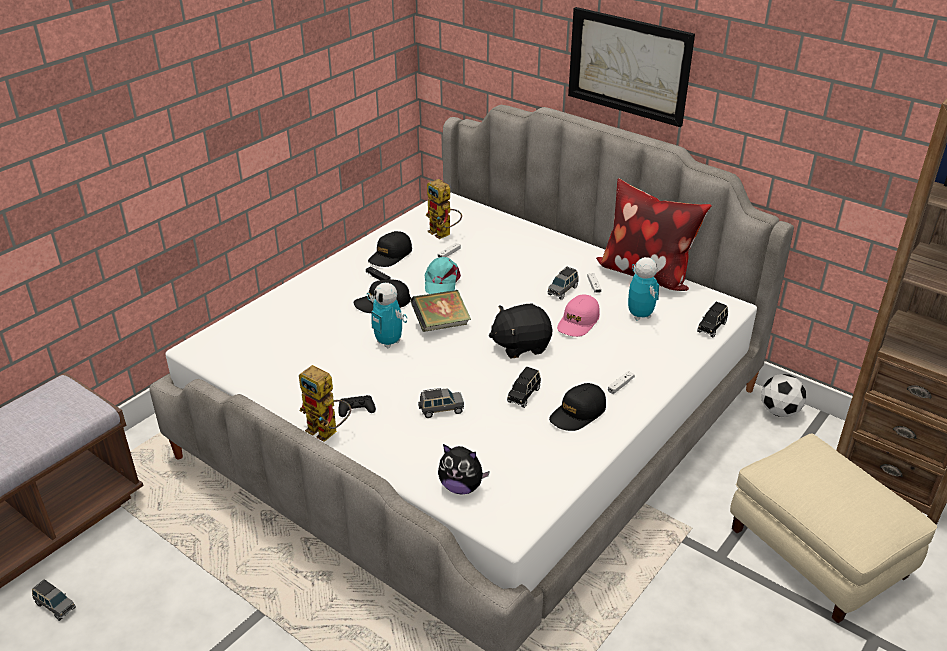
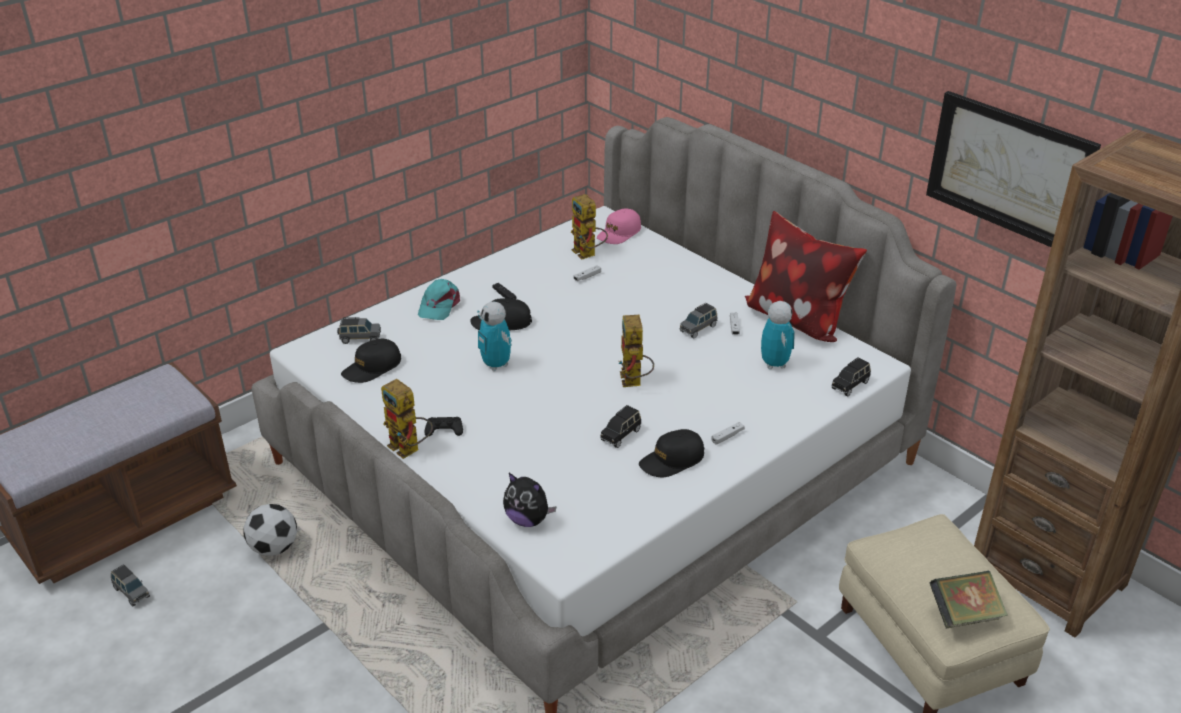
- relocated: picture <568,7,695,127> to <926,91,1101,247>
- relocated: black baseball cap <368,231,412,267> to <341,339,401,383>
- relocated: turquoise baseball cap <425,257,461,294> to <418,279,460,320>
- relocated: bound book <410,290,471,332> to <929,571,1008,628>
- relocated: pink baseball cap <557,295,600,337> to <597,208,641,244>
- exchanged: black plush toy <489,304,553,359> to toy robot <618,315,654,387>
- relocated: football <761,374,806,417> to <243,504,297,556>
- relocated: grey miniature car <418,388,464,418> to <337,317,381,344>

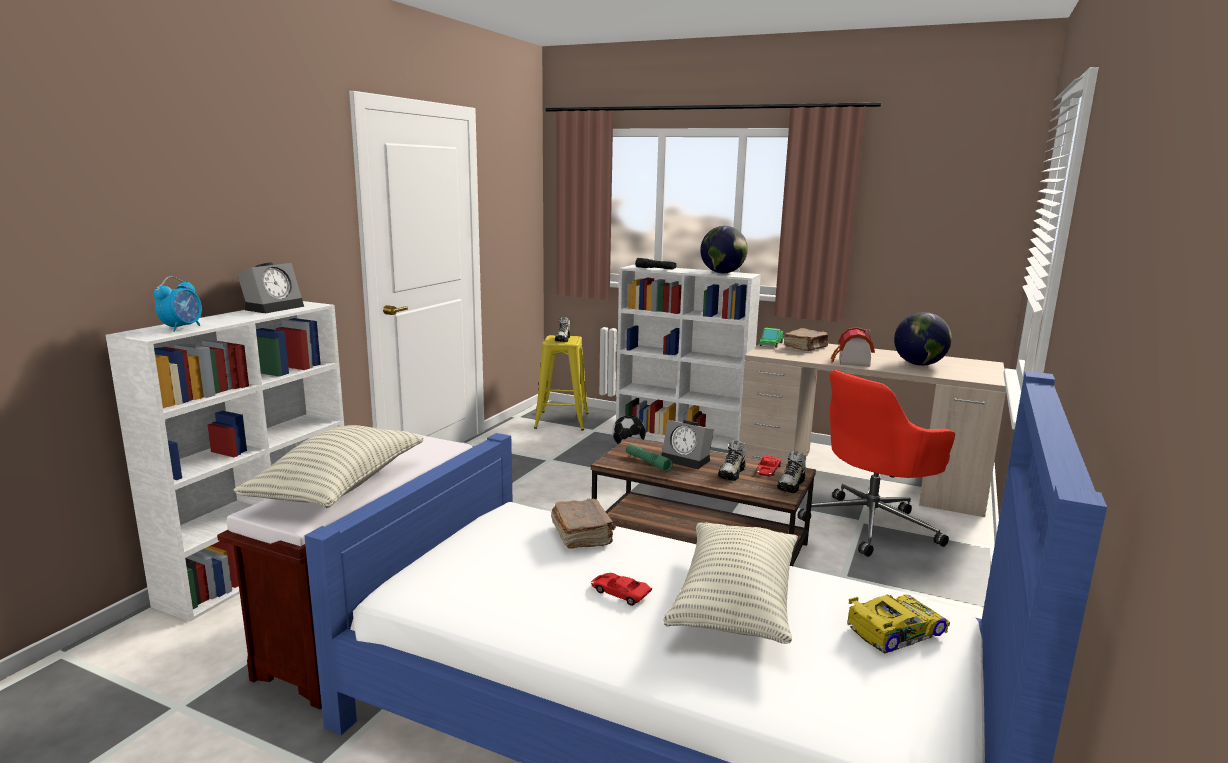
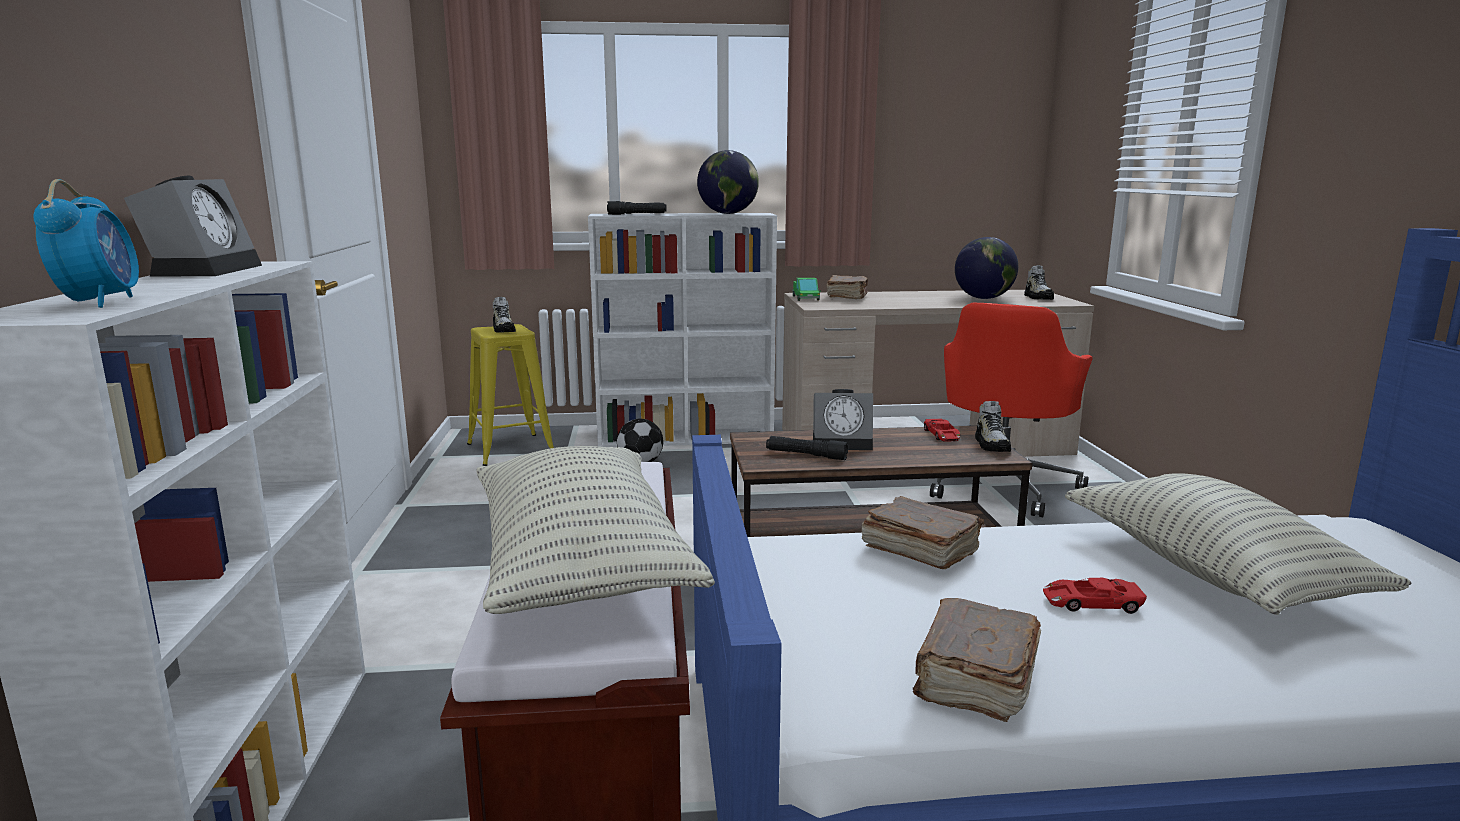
- missing: model house <831,327,875,367>
- relocated: low shoe <718,440,746,481> to <1024,265,1054,300>
- colour: greenish hand torch <626,444,673,472> to black hand torch <766,436,848,460>
- missing: miniature car <847,595,950,653>
- appeared: brown bound book <913,598,1041,722>

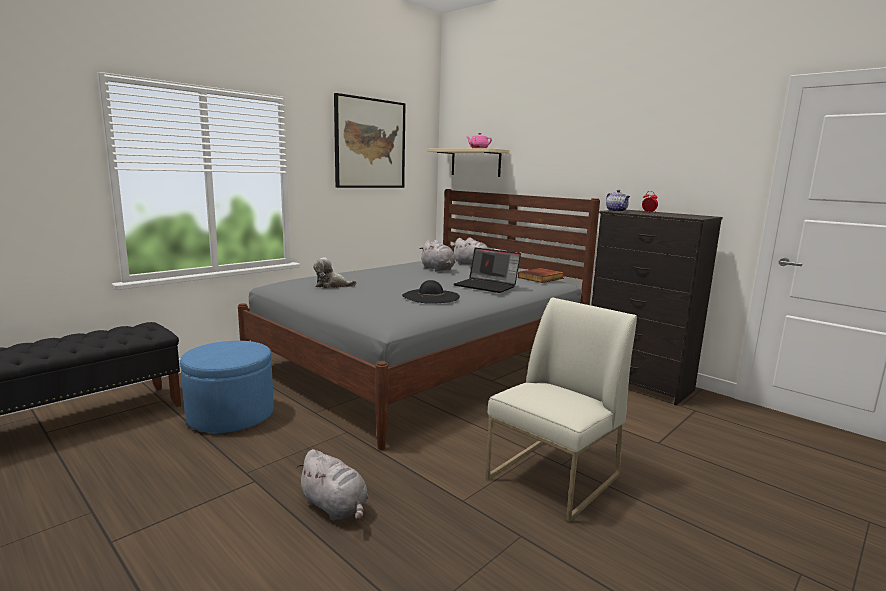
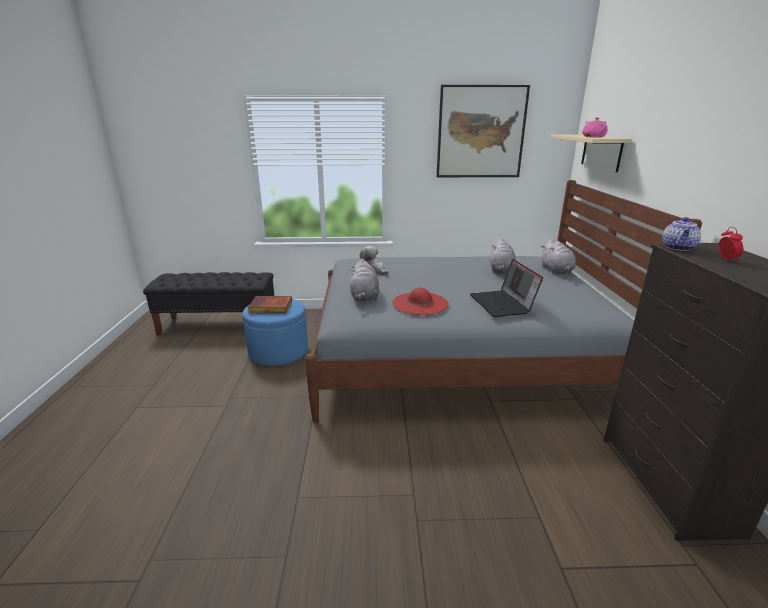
- relocated: bound book <518,268,564,283> to <248,296,292,313>
- colour: black clothing hat <402,280,460,304> to red-coloured clothing hat <392,288,449,315>
- missing: white-coloured chair <486,298,637,522>
- relocated: grey plush toy <296,449,369,521> to <350,259,379,301>

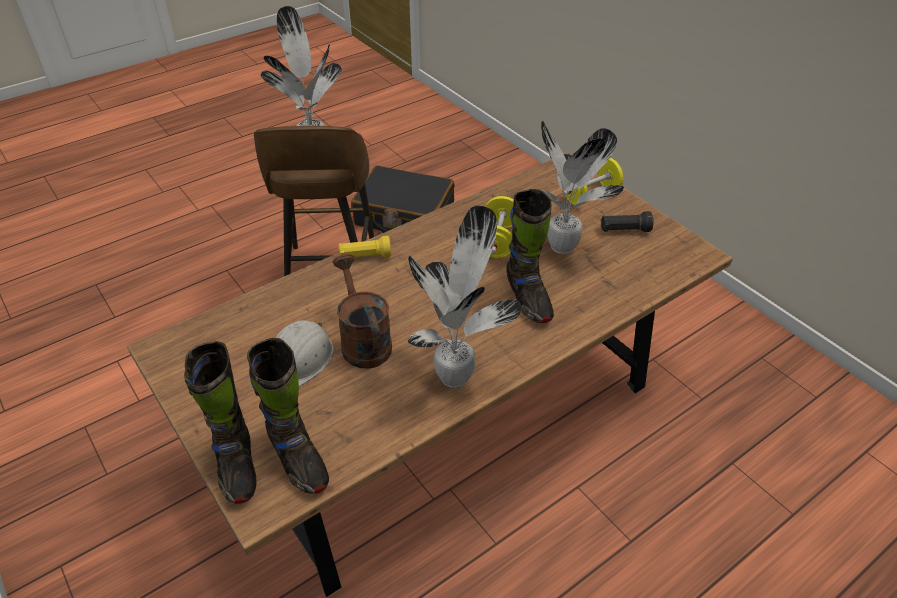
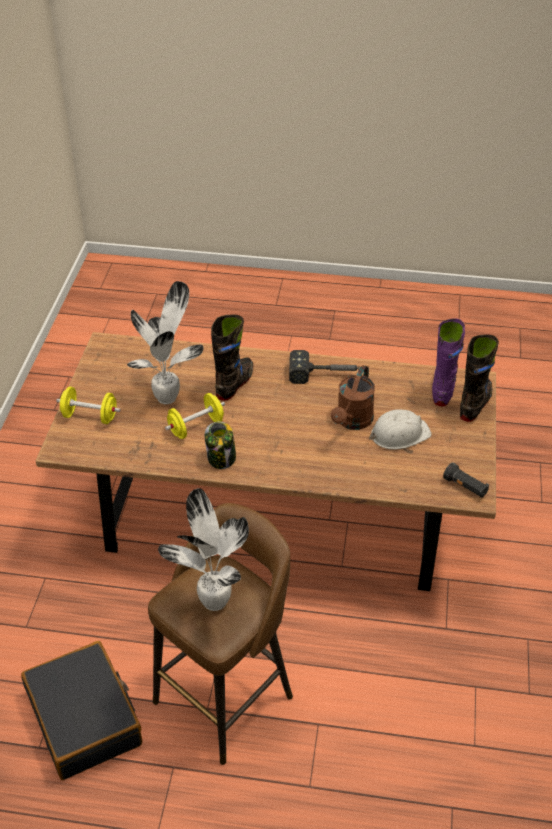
- exchanged: houseplant <408,206,521,388> to hand hammer <289,350,359,384>
- relocated: black hand torch <601,211,654,232> to <443,463,489,498>
- missing: yellow hand torch <339,236,391,257>
- colour: black tall boot <247,338,329,494> to purplish tall boot <432,318,465,407>
- appeared: jar <205,421,236,469>

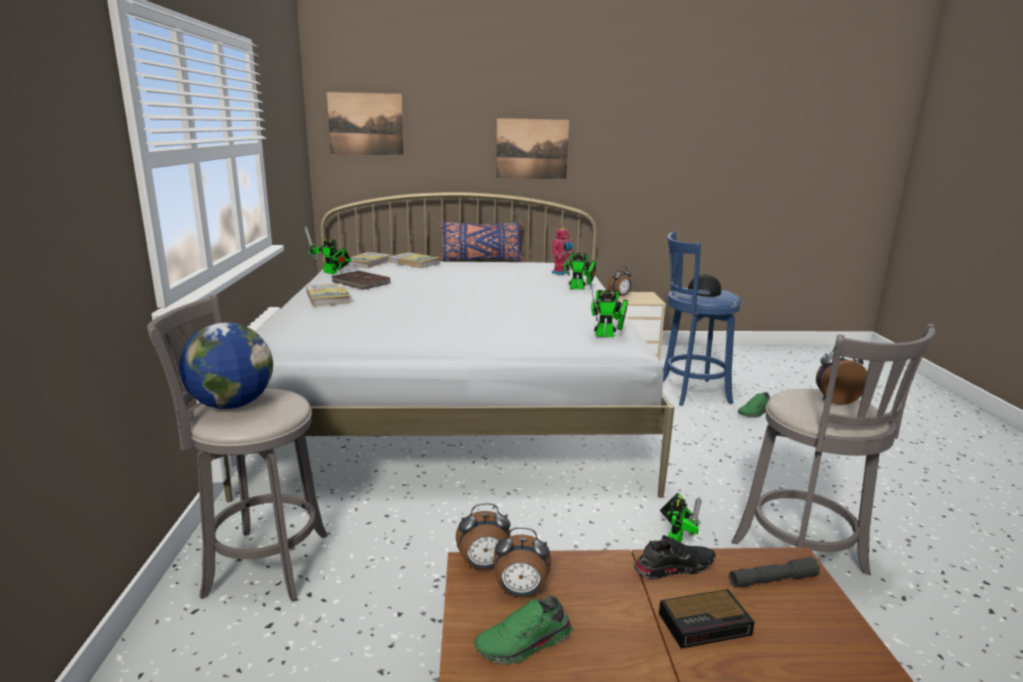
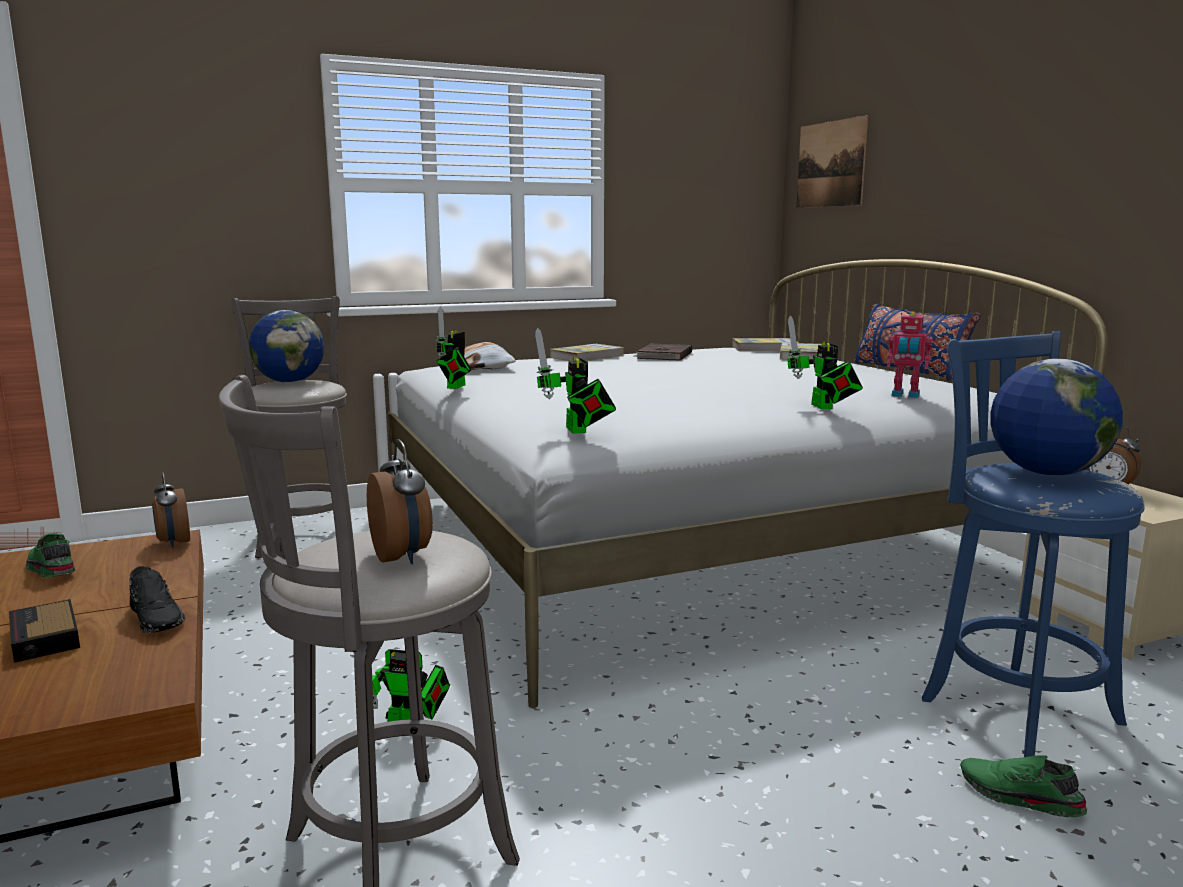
- missing: picture <496,118,569,179>
- relocated: toy robot <305,226,351,274> to <436,307,472,389>
- exchanged: black baseball cap <688,274,721,297> to globe <990,359,1123,476>
- missing: alarm clock <493,527,551,597>
- missing: grey hand torch <729,557,820,588>
- appeared: throw pillow <464,342,516,370>

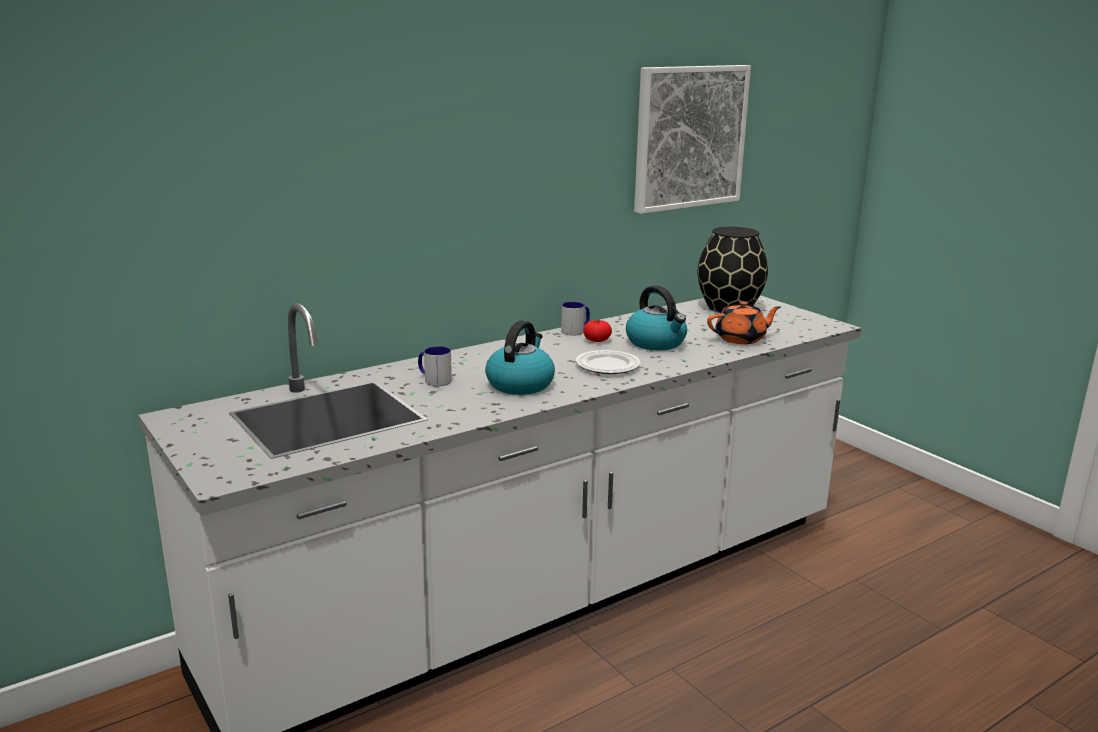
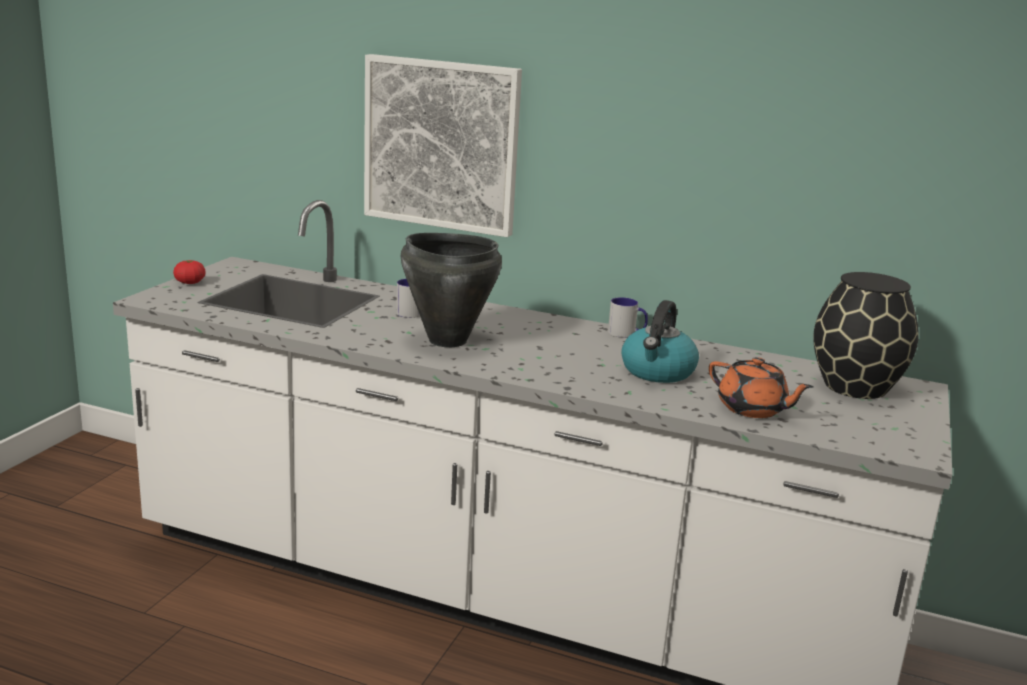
- relocated: picture <634,65,751,214> to <364,54,522,237>
- exchanged: water kettle <485,320,555,395> to black saucepot <401,233,502,347>
- relocated: whole tomato <584,320,612,342> to <173,260,206,284>
- missing: flat dish <576,350,641,374>

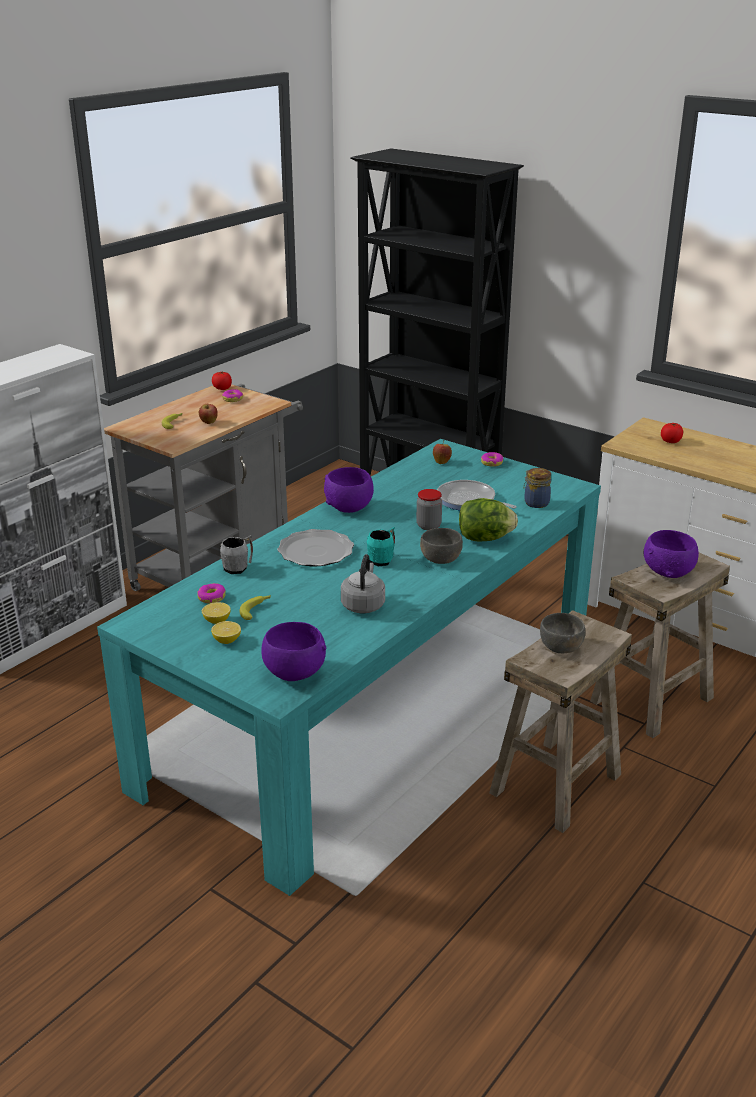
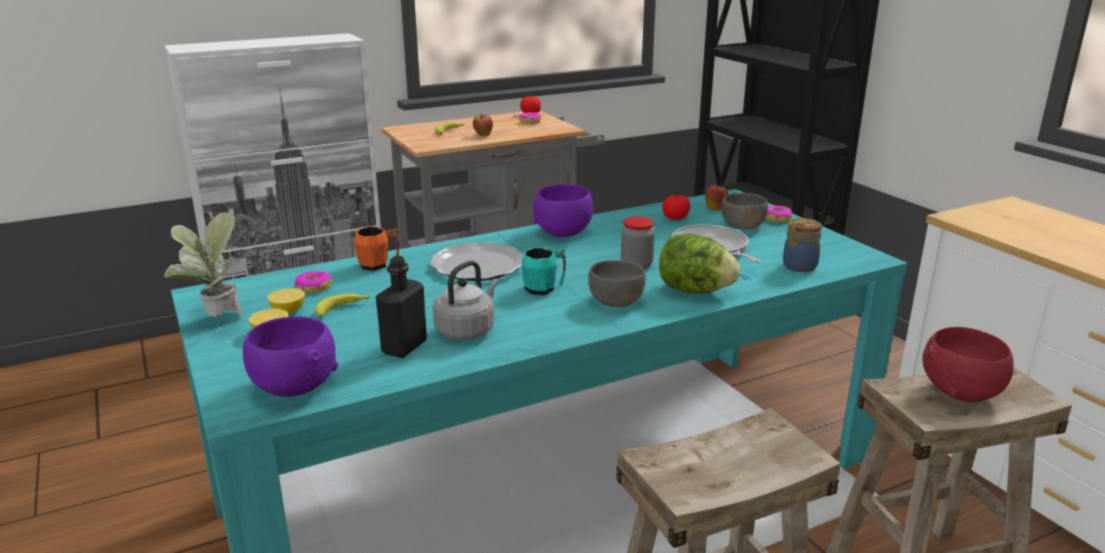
- relocated: whole tomato <661,423,683,443> to <662,195,690,220>
- colour: purplish deep dish <643,530,699,578> to red-coloured deep dish <923,327,1014,402>
- colour: grey coffee mug <220,535,253,574> to orange-coloured coffee mug <354,226,399,271>
- relocated: grey deep dish <540,613,585,653> to <721,193,768,229>
- appeared: houseplant <164,212,242,317>
- appeared: black drink bottle <376,256,427,358>

